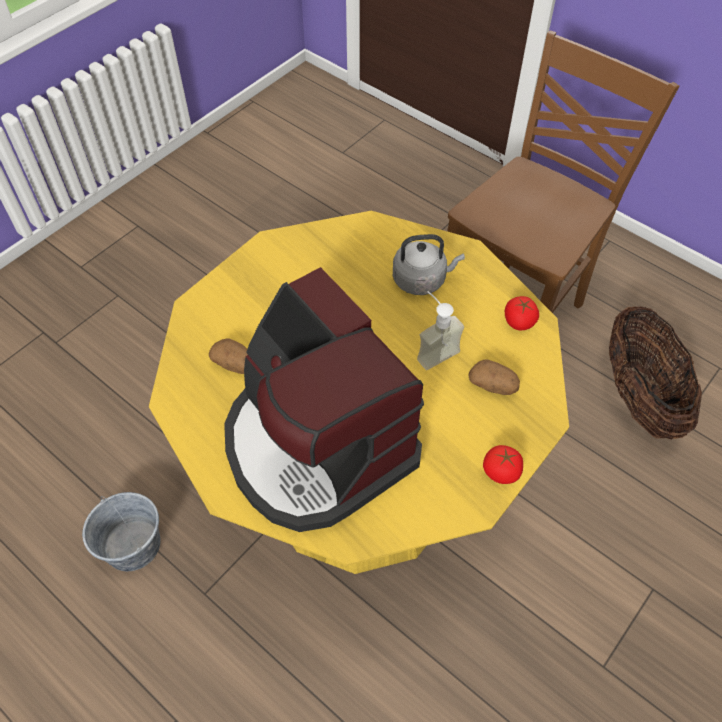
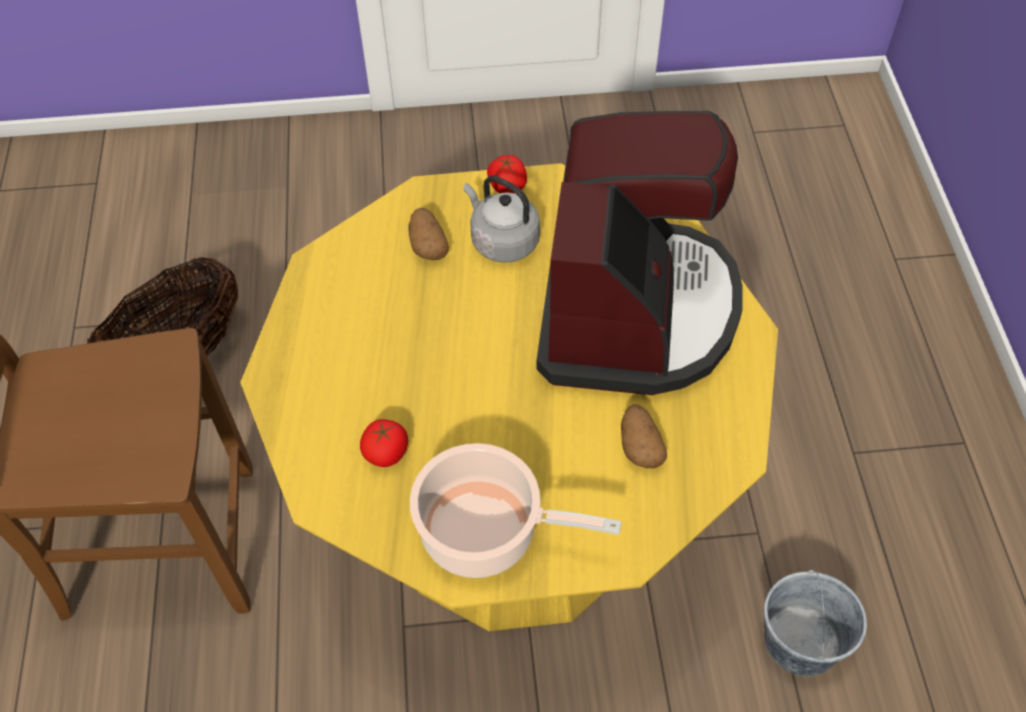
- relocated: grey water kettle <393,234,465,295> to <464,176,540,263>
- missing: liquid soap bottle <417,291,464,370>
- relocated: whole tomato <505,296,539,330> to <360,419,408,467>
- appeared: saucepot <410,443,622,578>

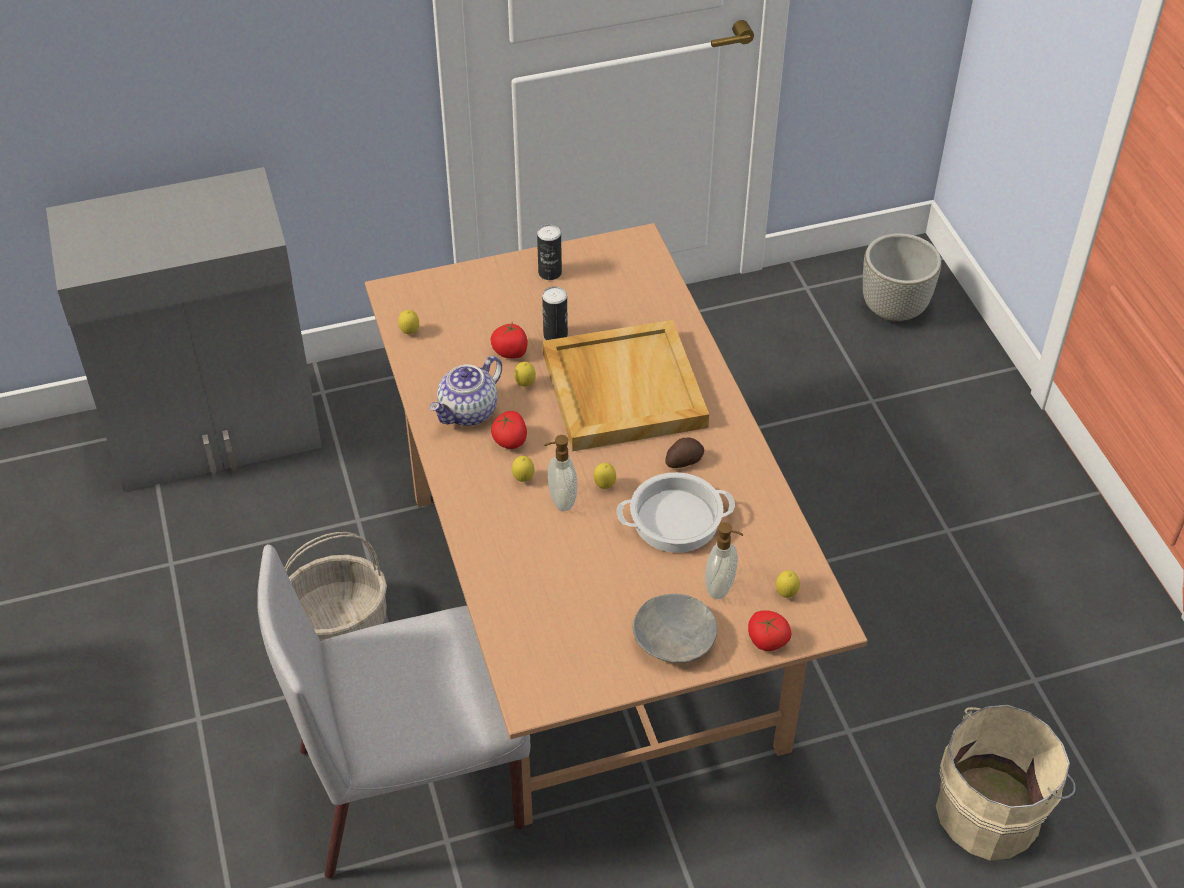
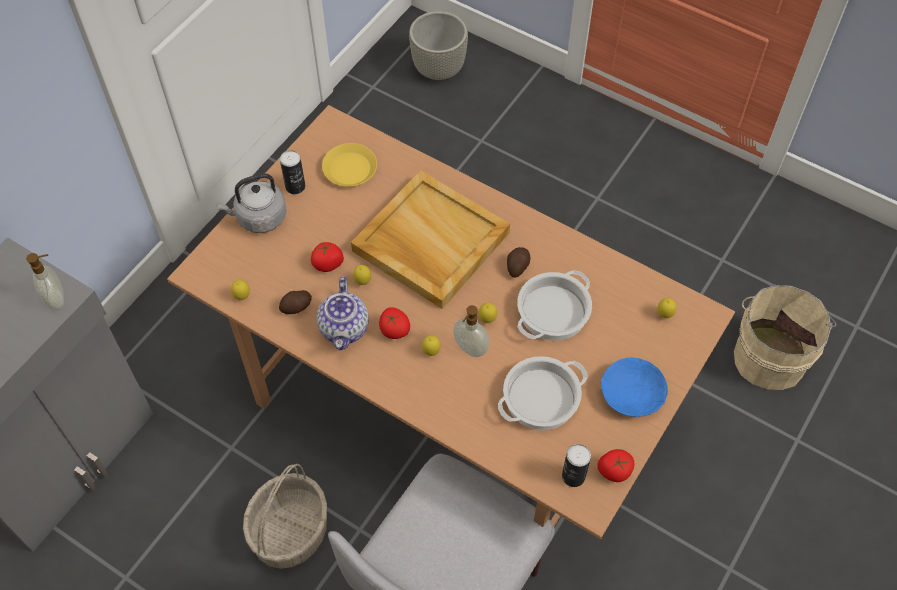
- relocated: can <542,286,568,340> to <562,444,591,487>
- relocated: liquid soap bottle <705,522,743,599> to <26,253,64,310>
- colour: grey deep dish <633,594,717,663> to blue-coloured deep dish <601,357,668,417>
- relocated: whole tomato <748,610,791,651> to <597,449,634,482>
- appeared: yellow flat dish <322,143,377,187>
- appeared: grey water kettle <217,173,287,233>
- appeared: spud <279,290,312,314>
- appeared: saucepot <498,356,588,430>

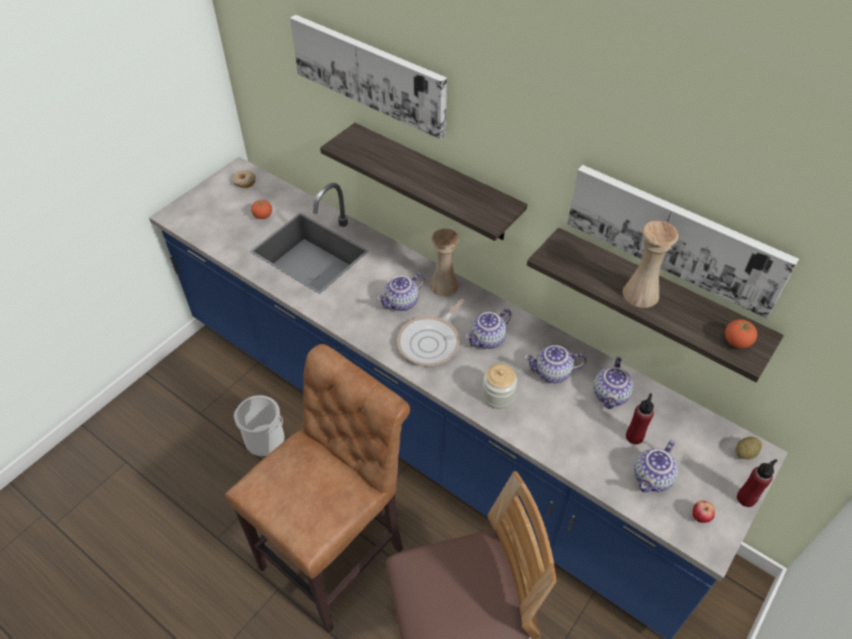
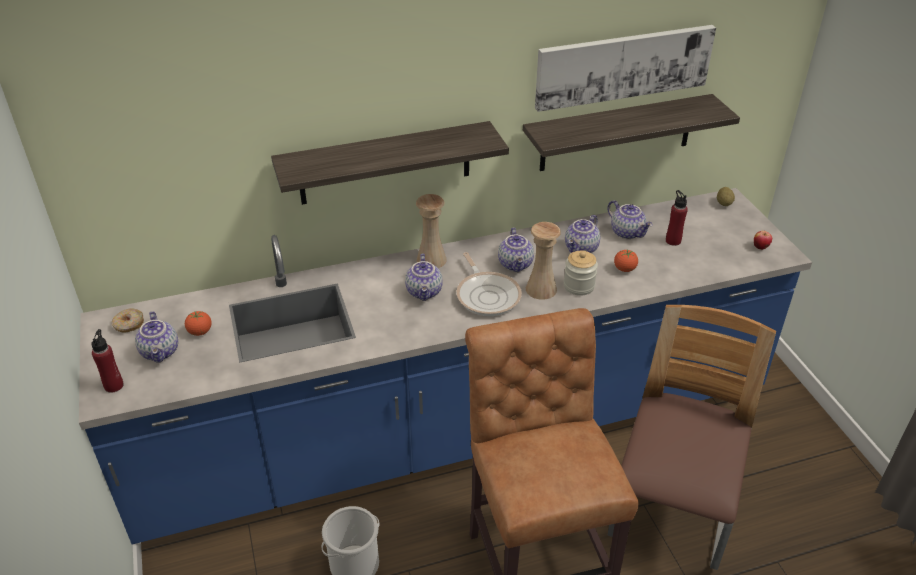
- missing: picture <290,15,447,139>
- relocated: sand-coloured flower vase <623,221,679,308> to <526,222,561,300>
- relocated: whole tomato <725,319,757,348> to <614,249,638,272>
- relocated: teapot <634,440,678,492> to <135,311,178,363>
- relocated: red-coloured drink bottle <737,459,777,507> to <91,329,123,393>

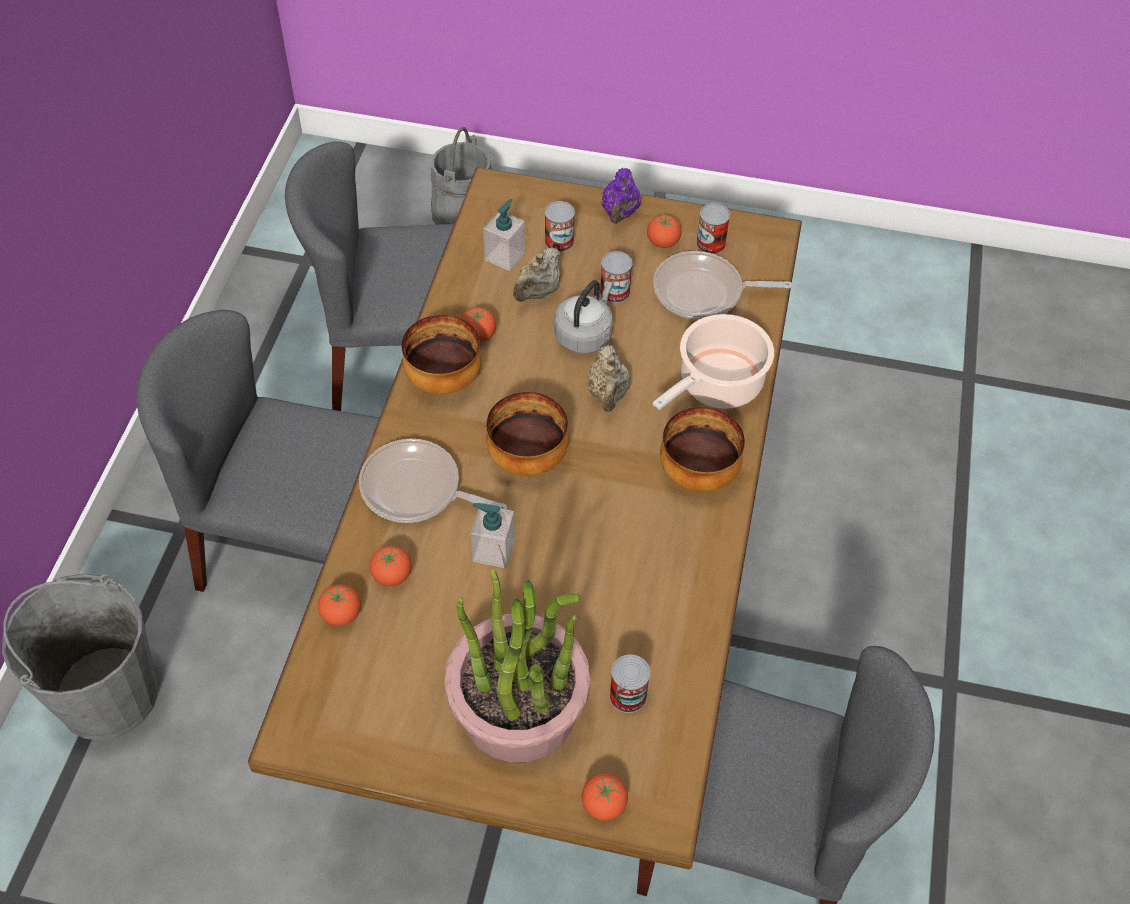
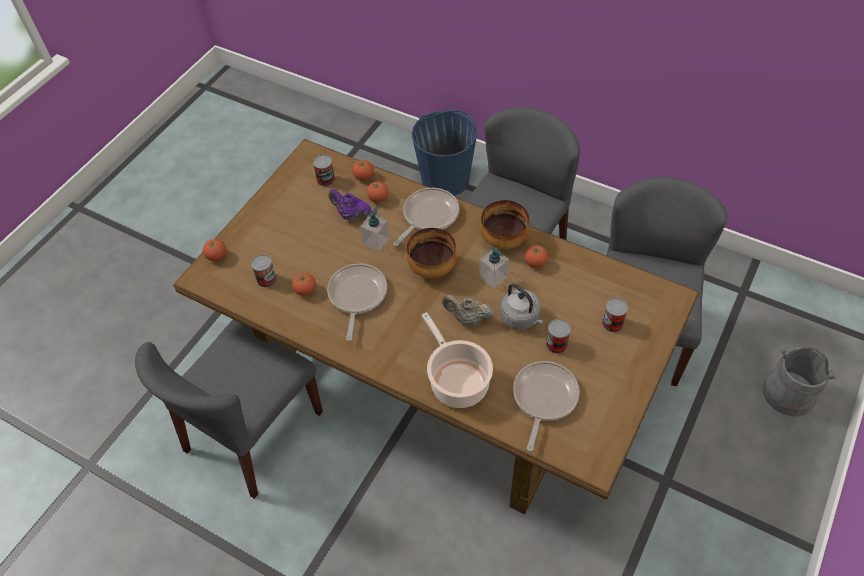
- relocated: purplish teapot <601,168,641,224> to <329,189,372,221>
- relocated: liquid soap bottle <483,199,525,271> to <479,246,509,289>
- relocated: can <696,203,730,254> to <313,155,335,187>
- relocated: whole tomato <647,215,682,248> to <292,273,316,296>
- missing: sand-coloured teapot <513,247,561,302>
- missing: deep dish <660,407,745,492>
- missing: houseplant <444,569,590,762>
- colour: grey water bucket <2,574,158,741> to blue-coloured water bucket <412,110,477,196>
- appeared: pan <327,264,387,341>

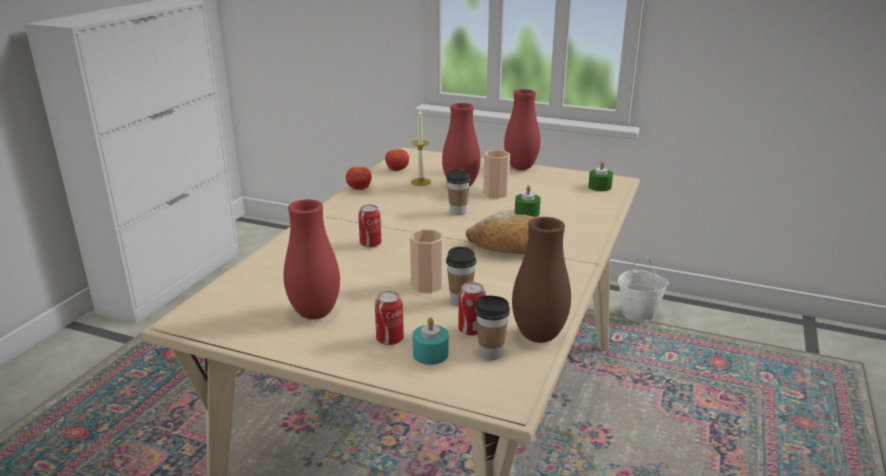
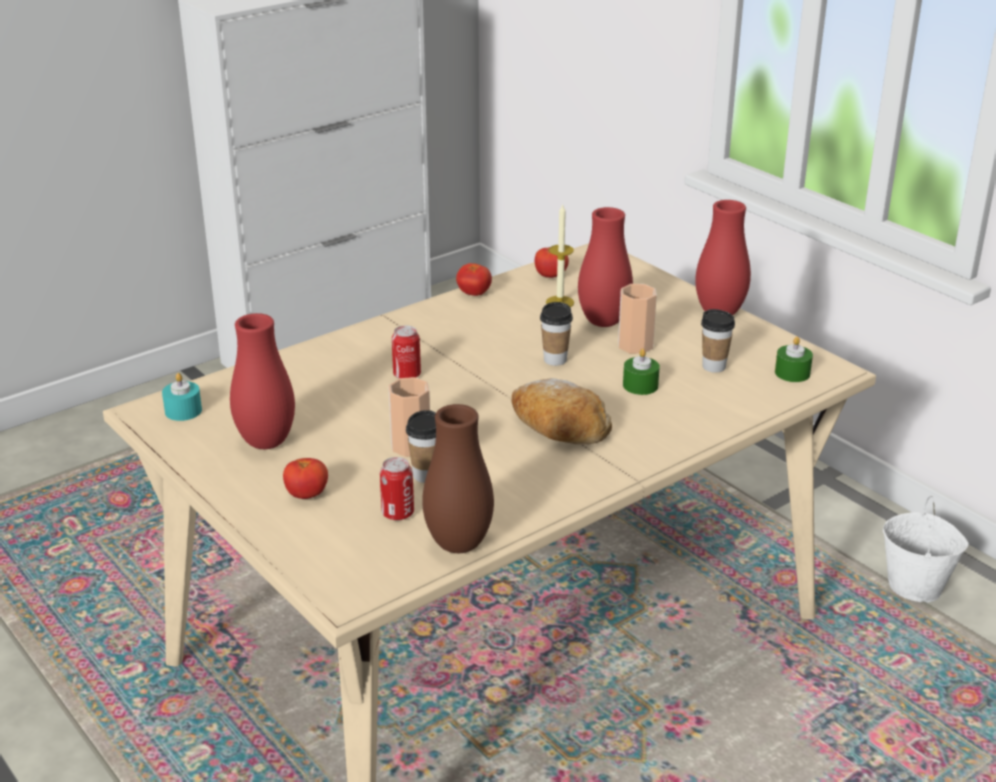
- exchanged: can <375,291,404,345> to whole tomato <283,458,328,499>
- relocated: cup <475,296,510,360> to <701,309,735,373>
- relocated: turquoise wax candle <413,317,449,365> to <162,373,202,421>

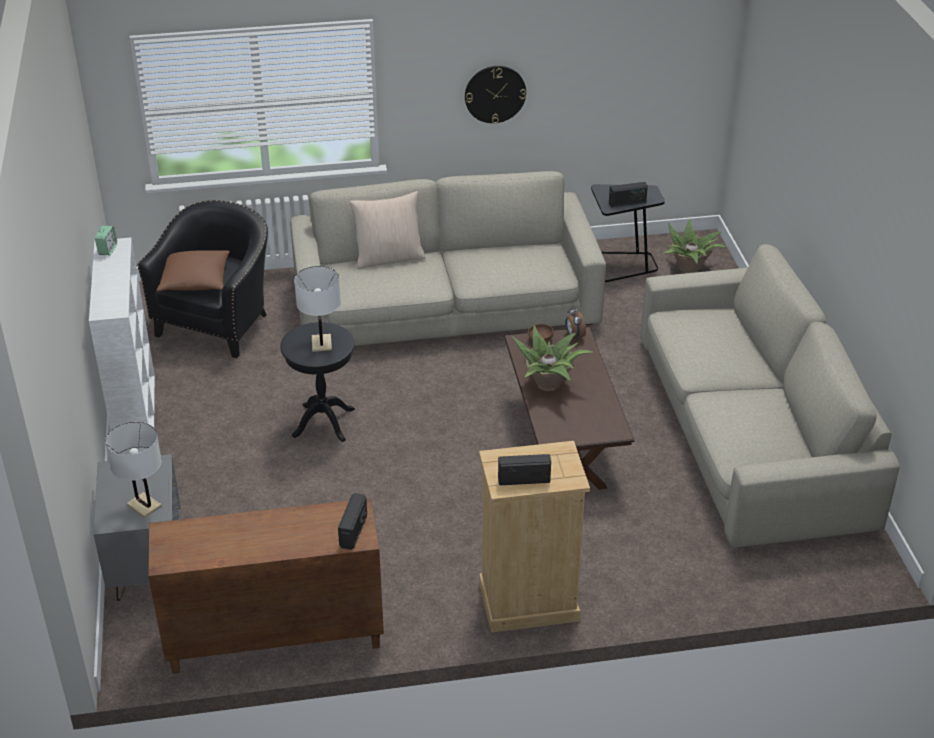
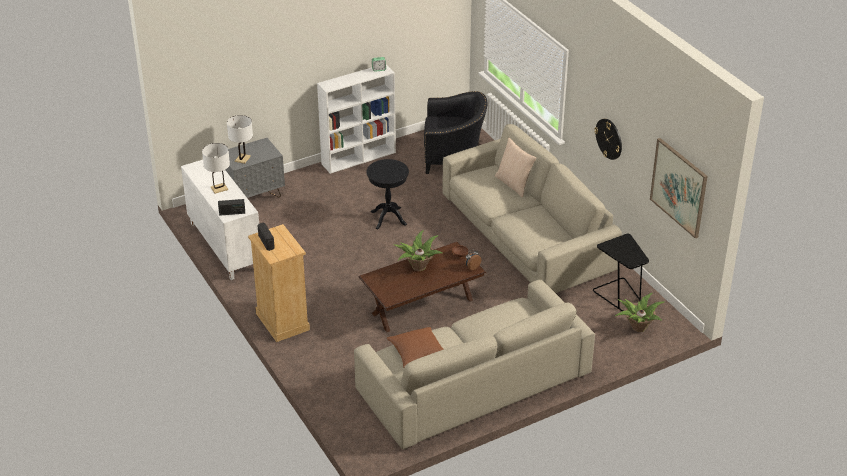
- missing: radio receiver <609,182,648,207>
- relocated: brown throw pillow <157,250,230,291> to <387,327,444,367>
- relocated: white-coloured table lamp <294,266,341,352> to <202,143,230,194>
- colour: brown cupboard <148,498,384,674> to white-coloured cupboard <181,160,259,280>
- appeared: picture <650,138,708,238>

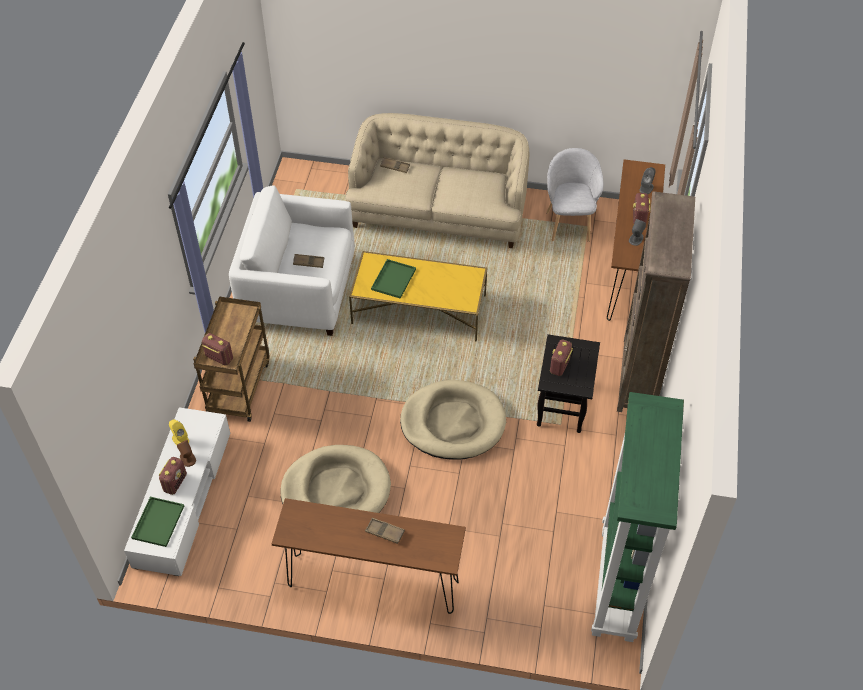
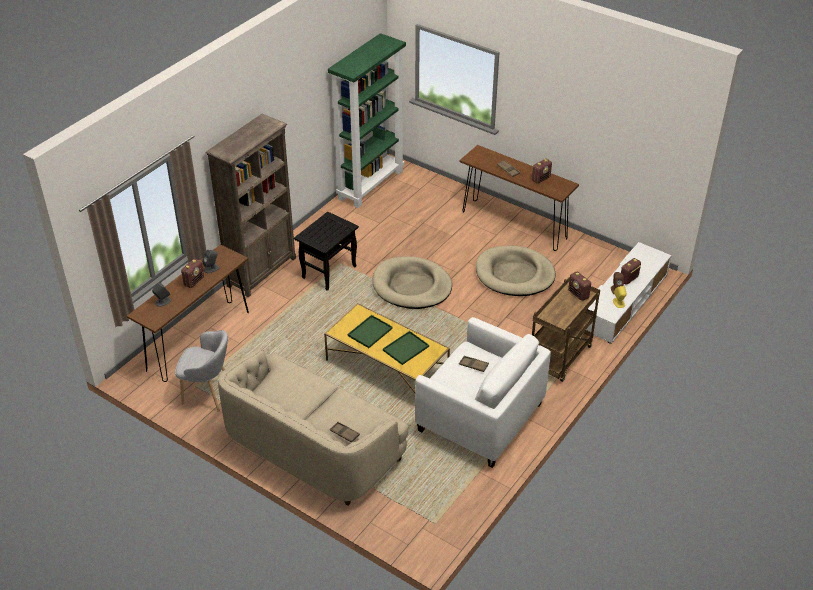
- spun: grey easy chair <546,148,603,242> = <175,330,228,412> 105 degrees counterclockwise
- relocated: radio receiver <550,340,573,376> to <532,159,552,184>
- relocated: greenish tray <131,497,184,547> to <348,315,393,348>

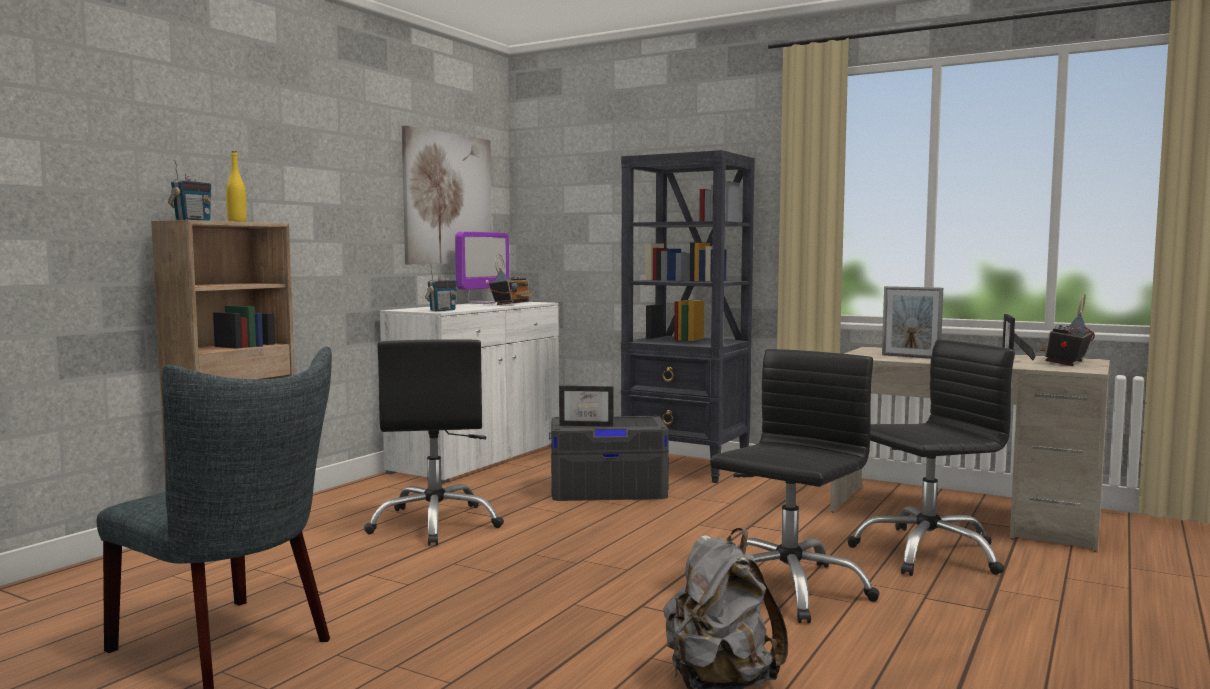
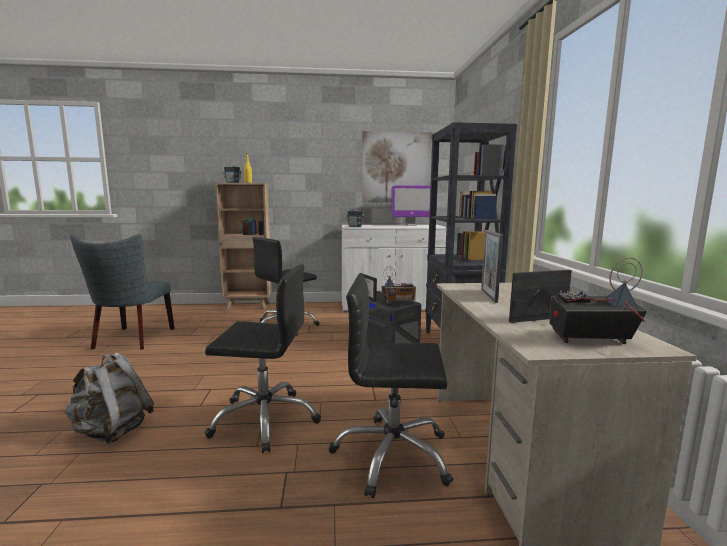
- relocated: radio receiver <489,254,532,305> to <381,266,416,304>
- spun: black computer chair <847,340,1015,576> = <328,274,453,498> 150 degrees clockwise

